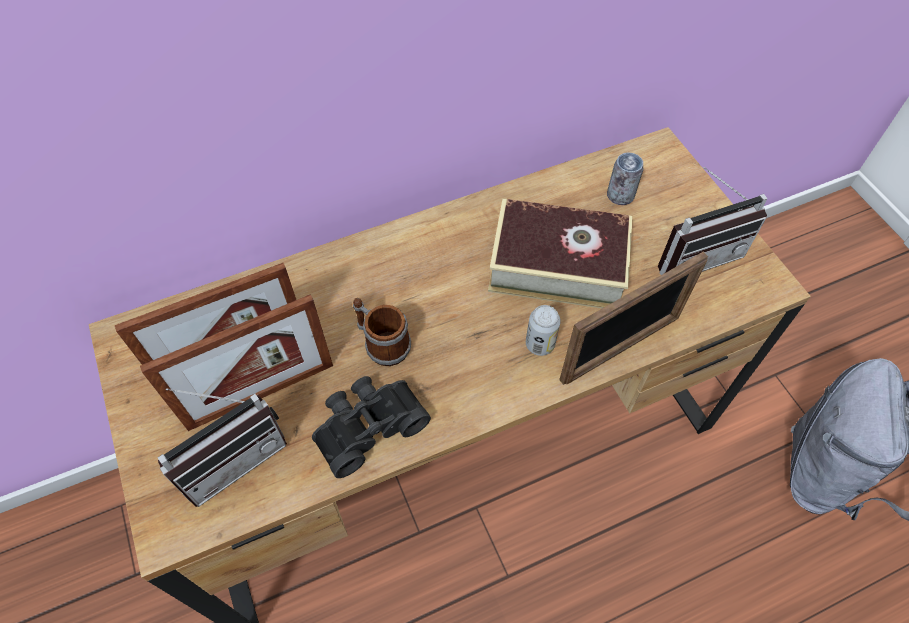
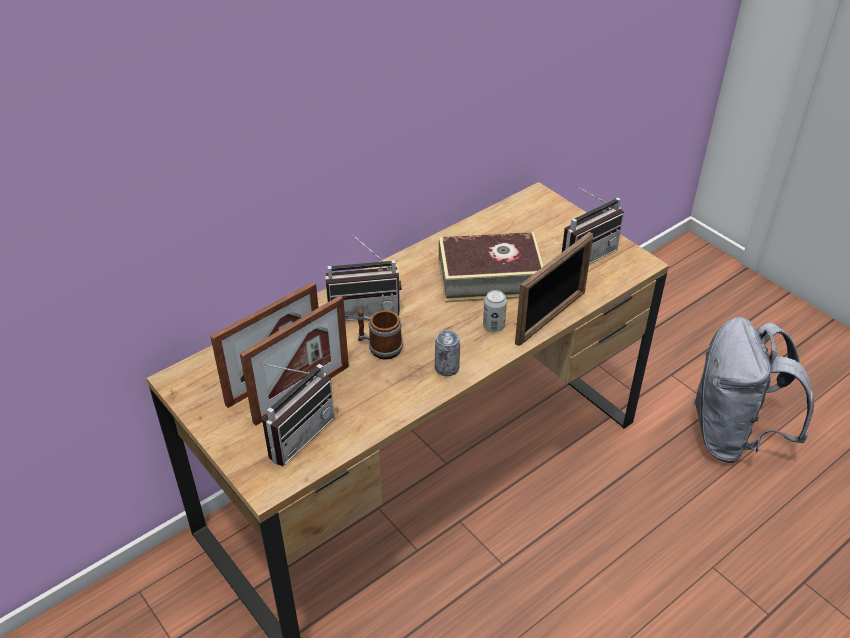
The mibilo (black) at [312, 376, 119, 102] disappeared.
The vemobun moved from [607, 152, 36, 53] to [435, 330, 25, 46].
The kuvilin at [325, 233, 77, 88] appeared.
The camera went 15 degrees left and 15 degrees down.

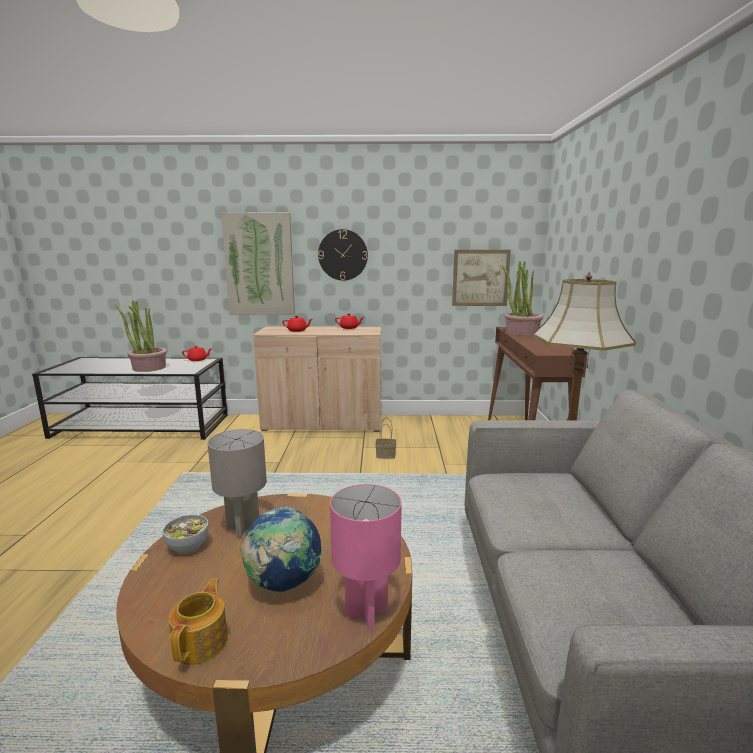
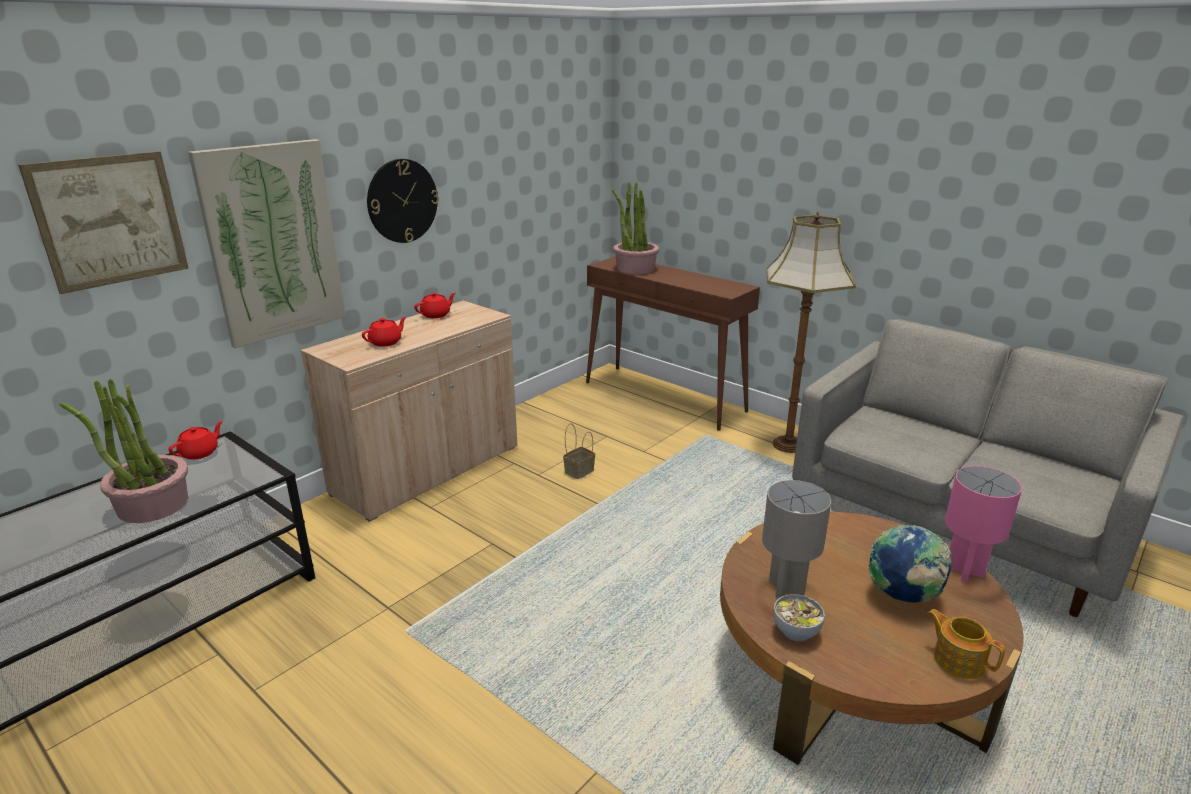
The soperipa moved from [452, 250, 59, 56] to [18, 151, 171, 143].
The camera went 50 degrees left and 10 degrees up.

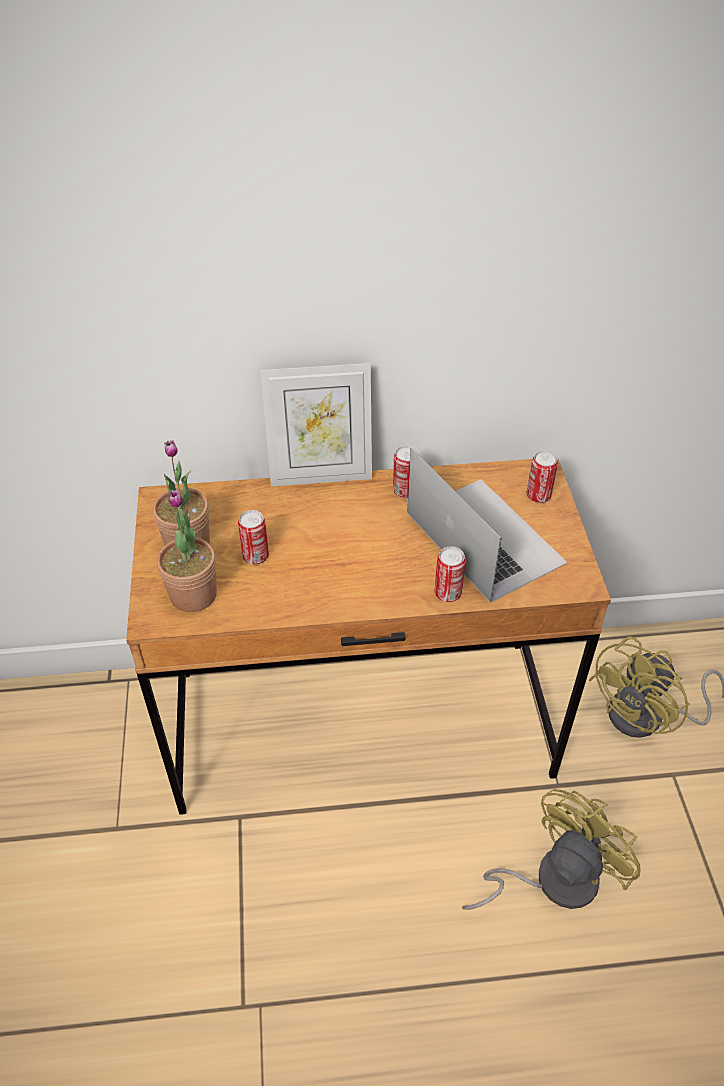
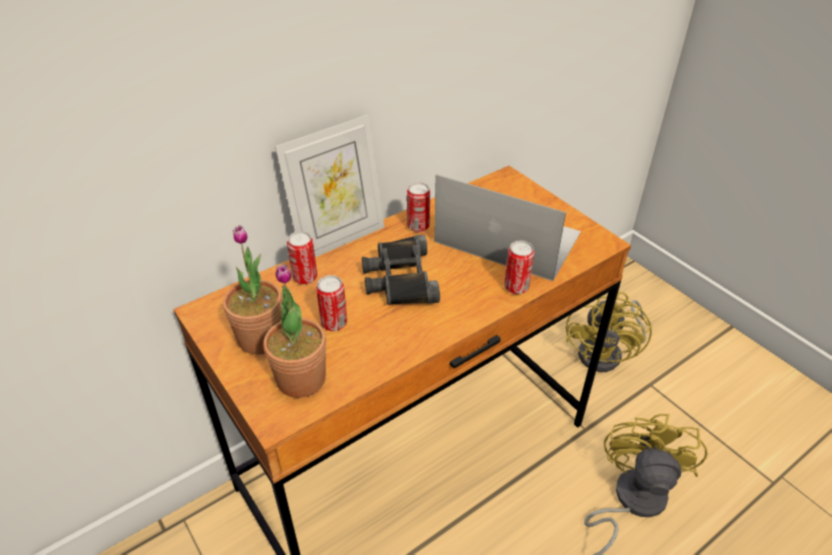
The vemobun moved from [526, 450, 32, 53] to [287, 231, 30, 54].
The mibilo (black) at [362, 235, 78, 70] appeared.
The camera went 30 degrees left and 5 degrees down.

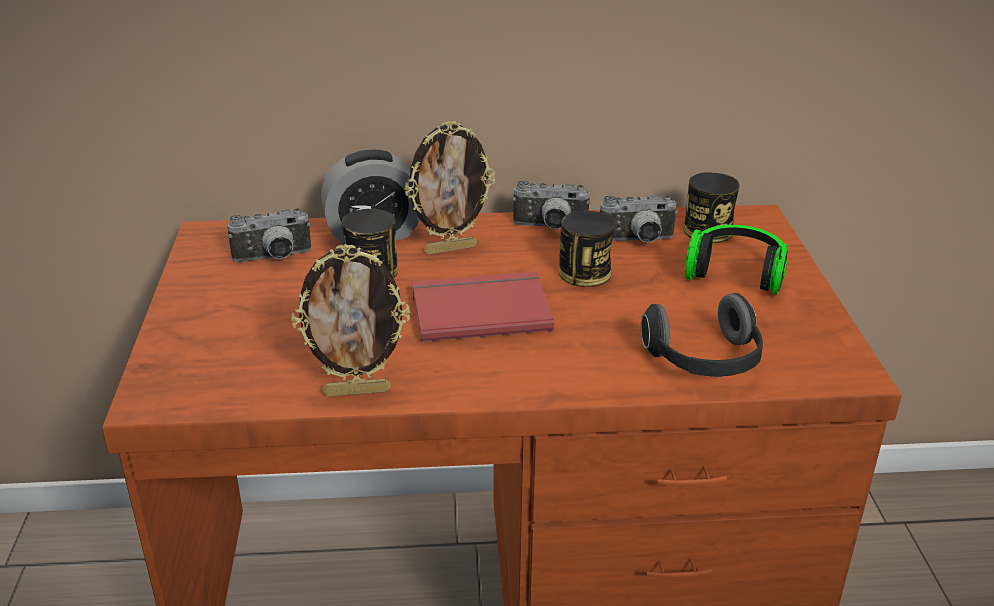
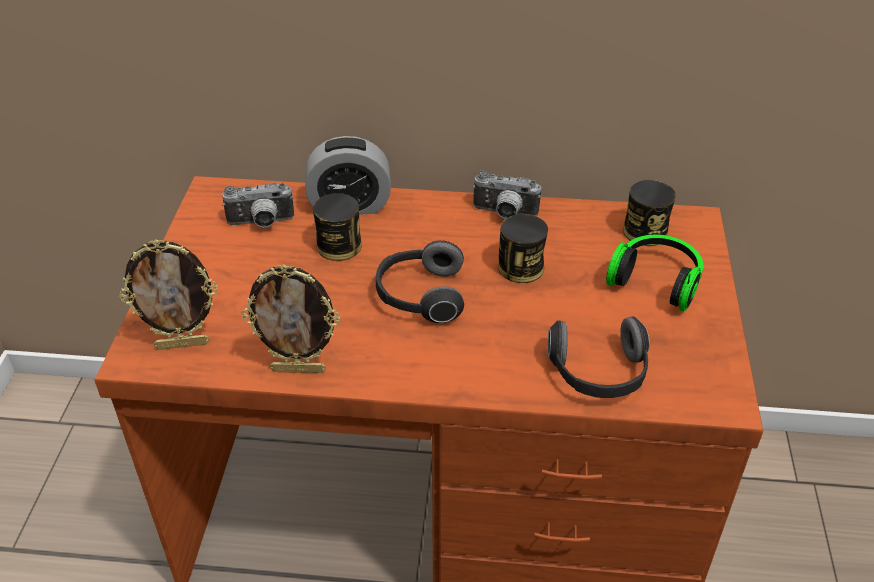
The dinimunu moved from [404, 121, 91, 134] to [119, 239, 99, 111].
The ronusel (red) at [412, 272, 142, 70] was replaced by the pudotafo at [376, 240, 88, 83].
The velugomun at [600, 195, 78, 48] disappeared.
The camera went 10 degrees right and 10 degrees up.

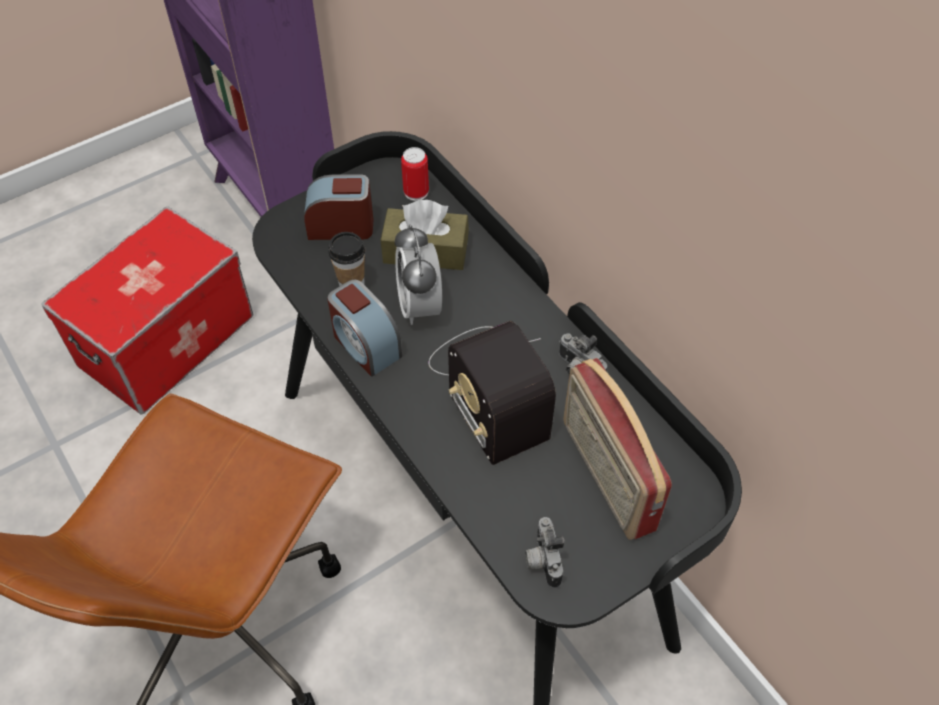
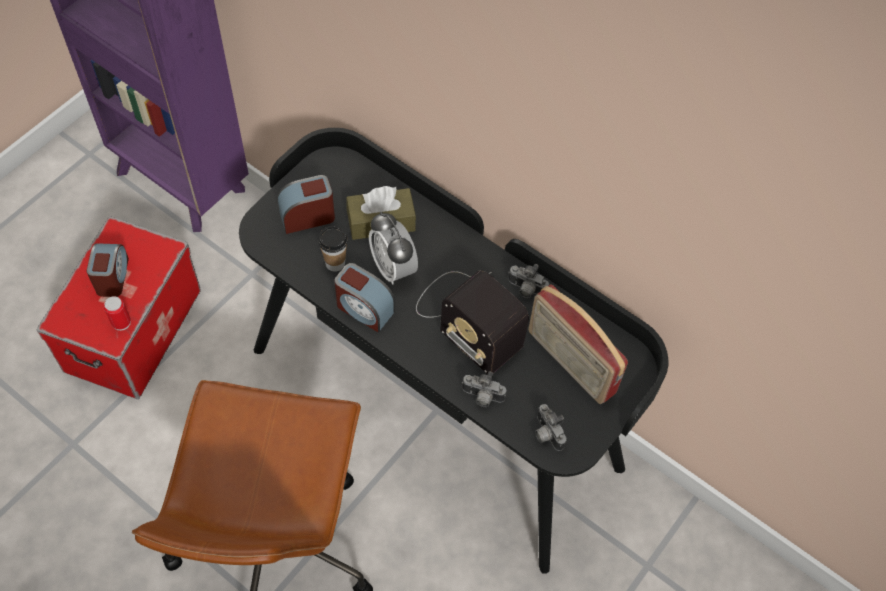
The vemobun moved from [401, 147, 28, 54] to [104, 296, 27, 35].
The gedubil at [87, 243, 42, 54] appeared.
The velugomun at [462, 372, 44, 35] appeared.
The camera went 20 degrees left and 5 degrees up.

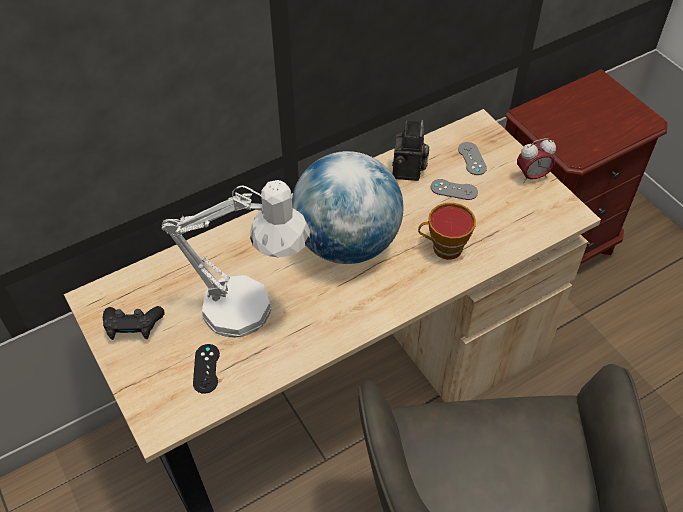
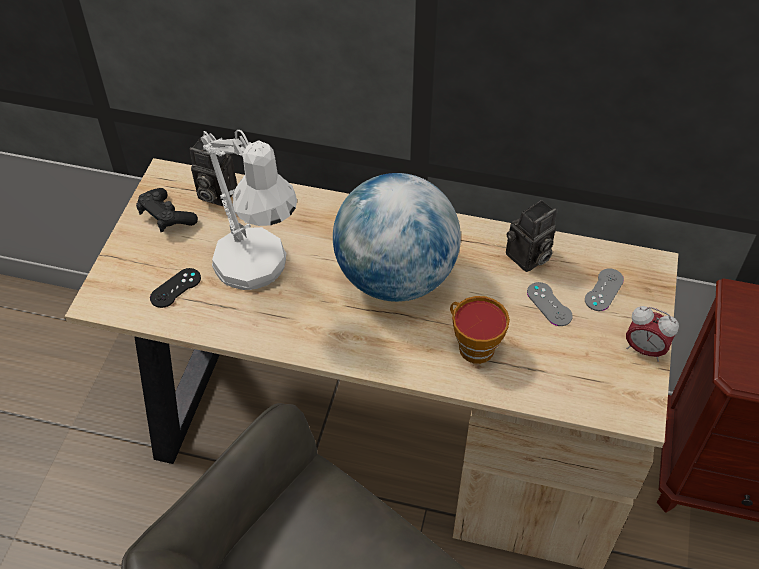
The velugomun at [189, 138, 48, 68] appeared.
The camera went 45 degrees right and 0 degrees up.

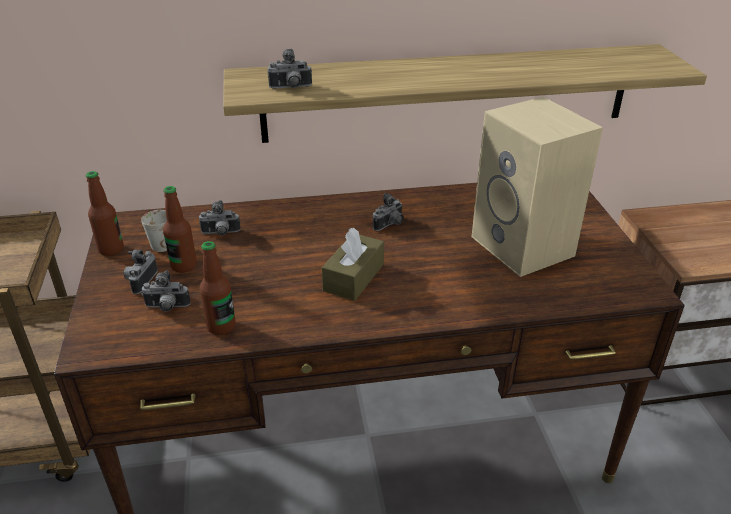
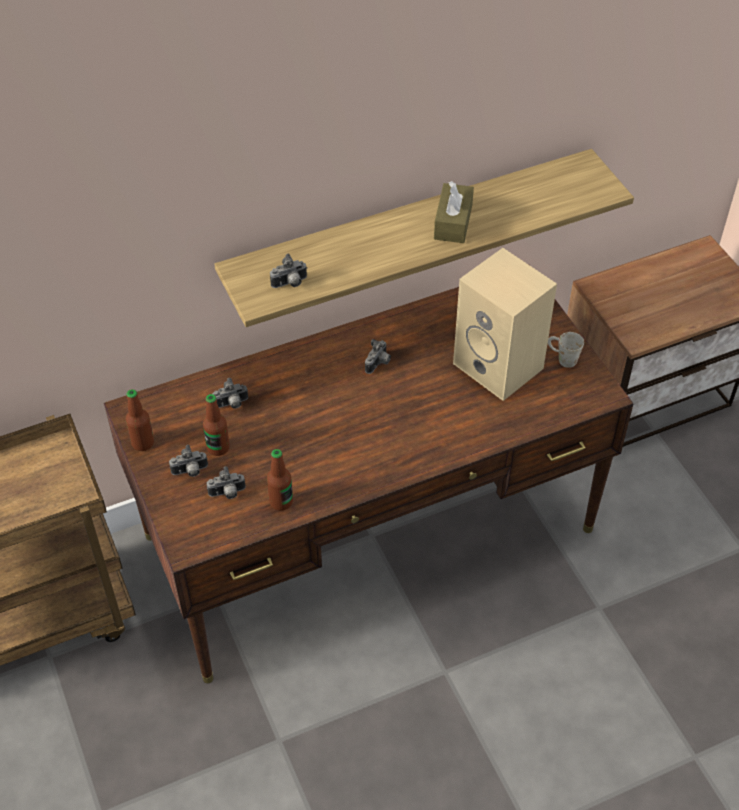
The velugomun at [124, 250, 34, 44] turned 105 degrees counterclockwise.
The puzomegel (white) moved from [141, 210, 26, 42] to [548, 332, 36, 36].
The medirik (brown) moved from [322, 228, 62, 73] to [434, 181, 40, 62].
The camera went 15 degrees left and 15 degrees up.

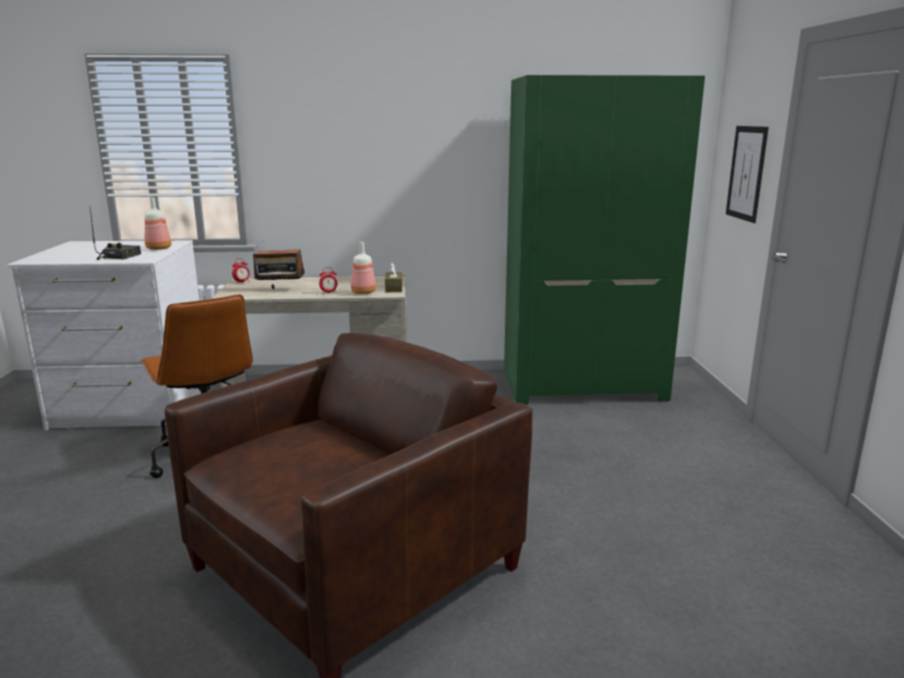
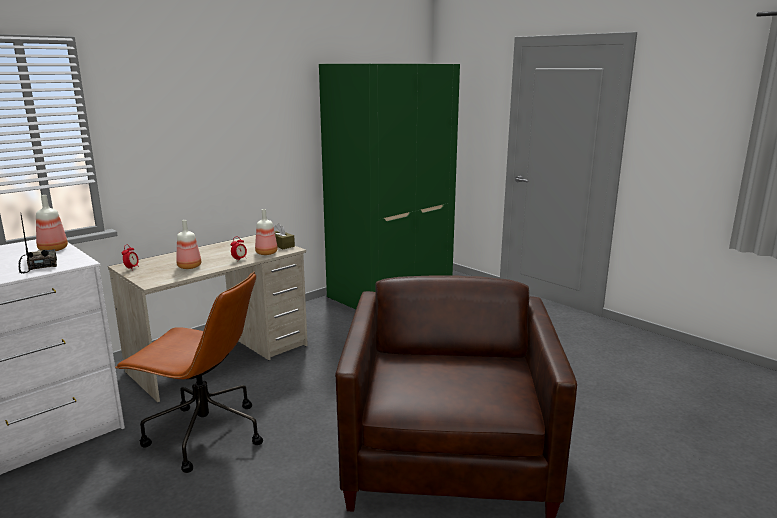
The kuvilin at [253, 241, 52, 48] was replaced by the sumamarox at [176, 220, 25, 49].
The soperipa at [726, 126, 43, 97] disappeared.
The camera went 40 degrees left and 0 degrees up.

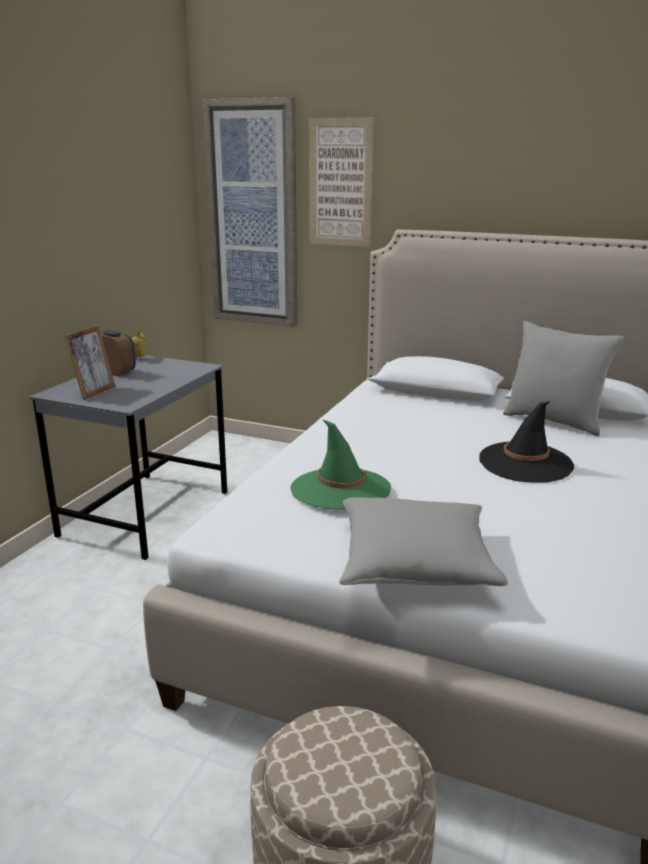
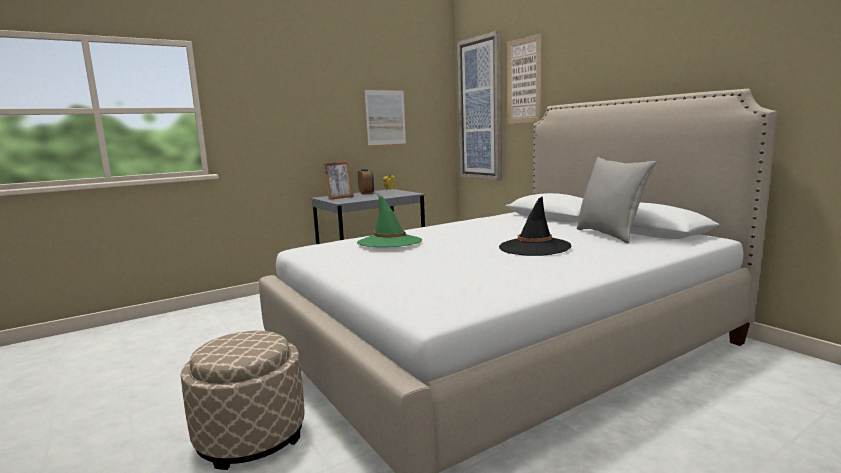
The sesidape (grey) at [339, 497, 169, 89] disappeared.
The soperipa at [364, 89, 42, 58] appeared.
The camera went 35 degrees right and 10 degrees down.

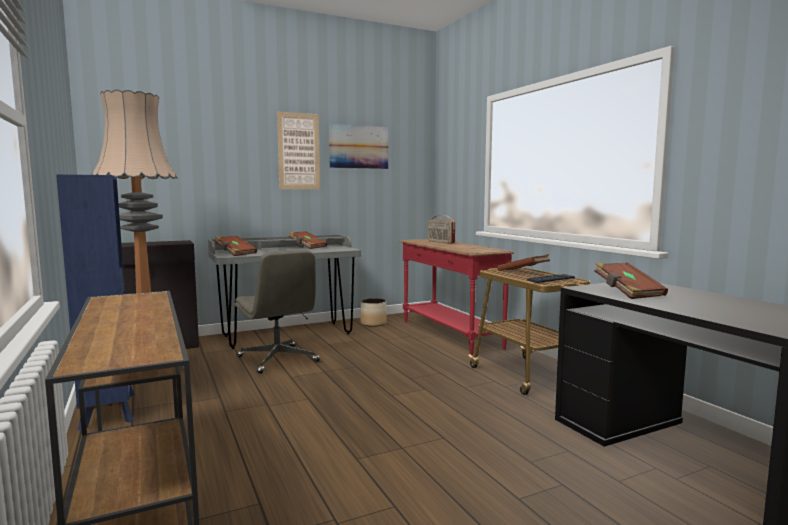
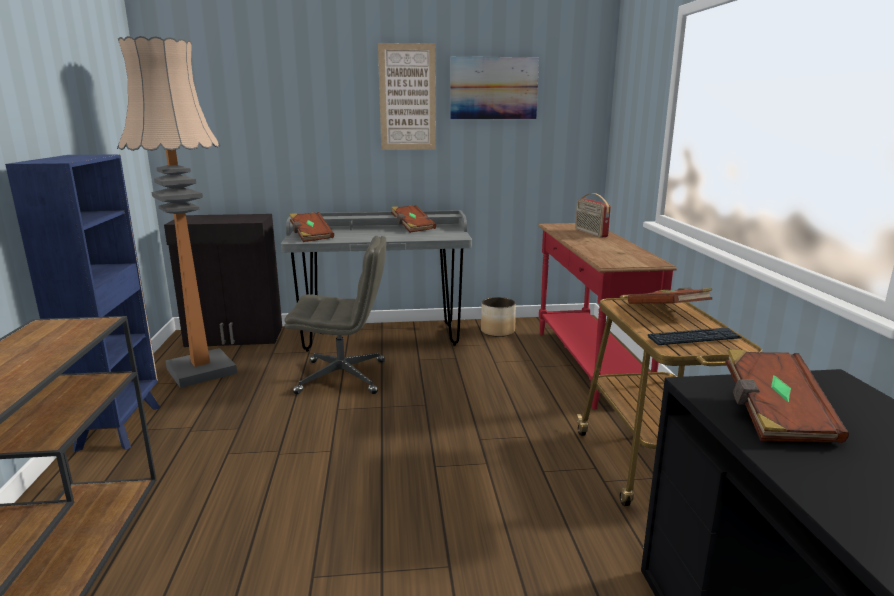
The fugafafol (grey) at [235, 250, 85, 124] turned 75 degrees counterclockwise.
The camera went 20 degrees right and 10 degrees up.

